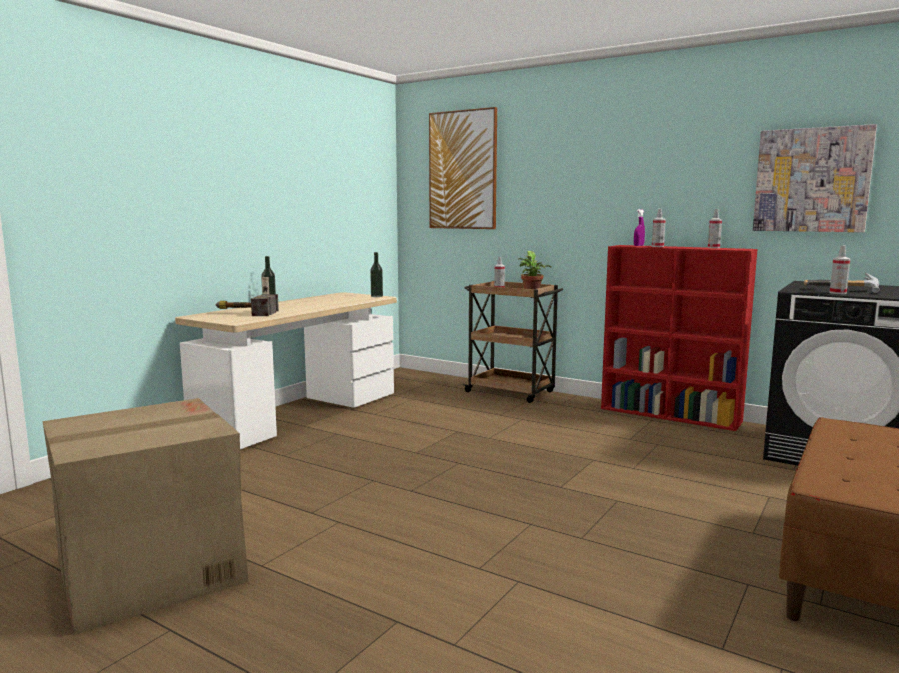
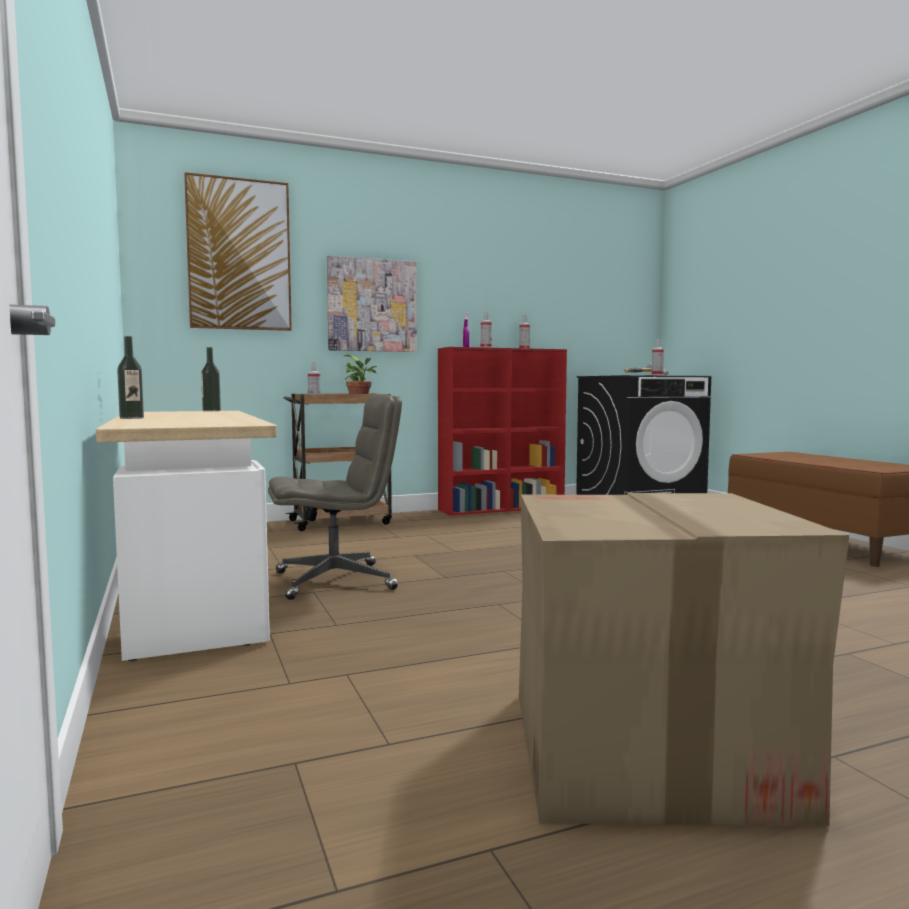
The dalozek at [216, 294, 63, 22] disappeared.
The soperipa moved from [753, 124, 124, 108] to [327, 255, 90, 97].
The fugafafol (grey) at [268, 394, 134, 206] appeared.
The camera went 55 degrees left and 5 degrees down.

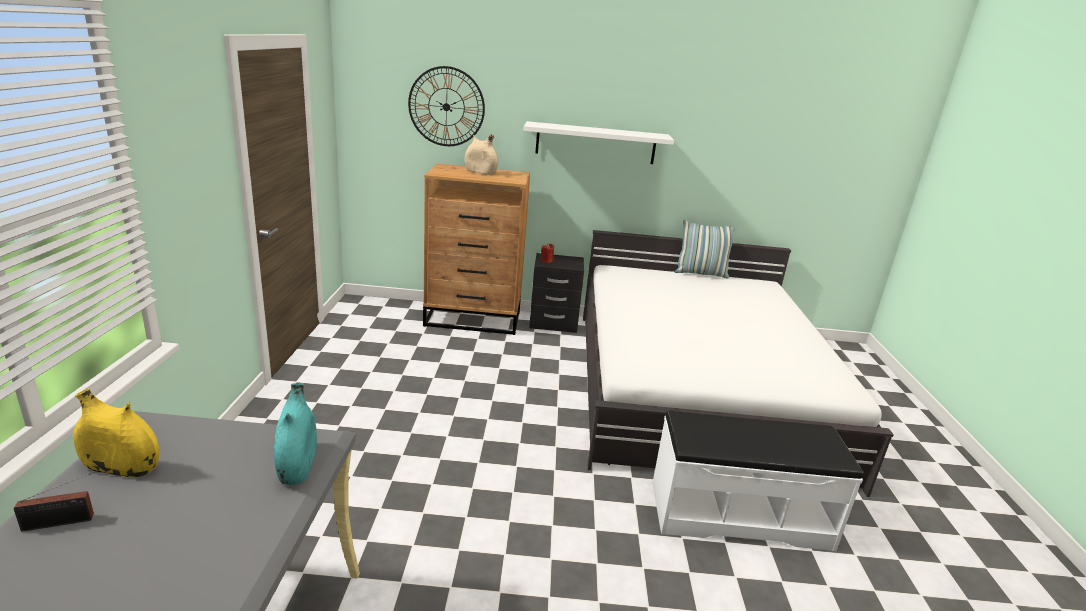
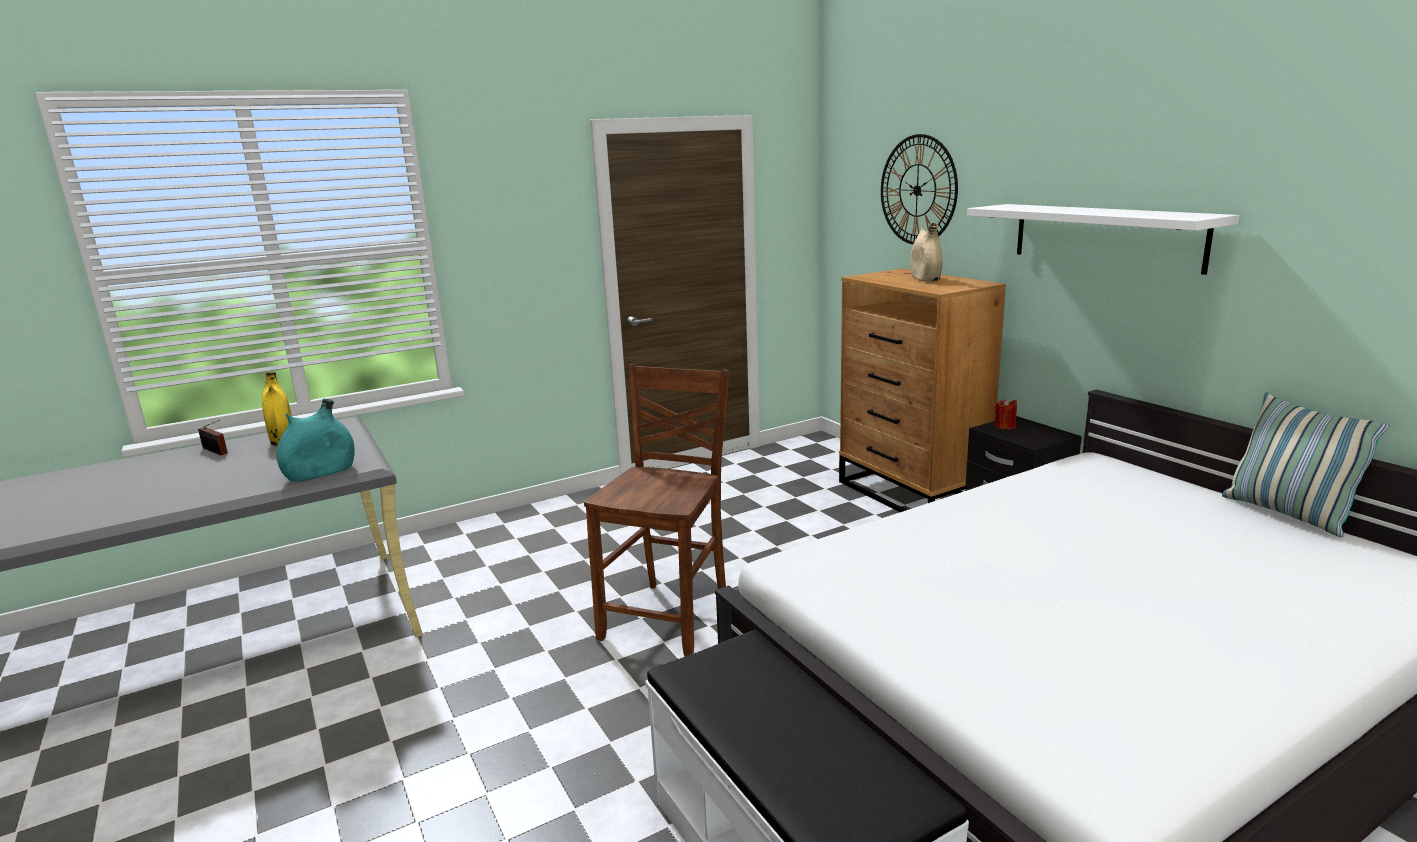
The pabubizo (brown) at [584, 364, 146, 293] appeared.
The camera went 60 degrees right and 5 degrees down.

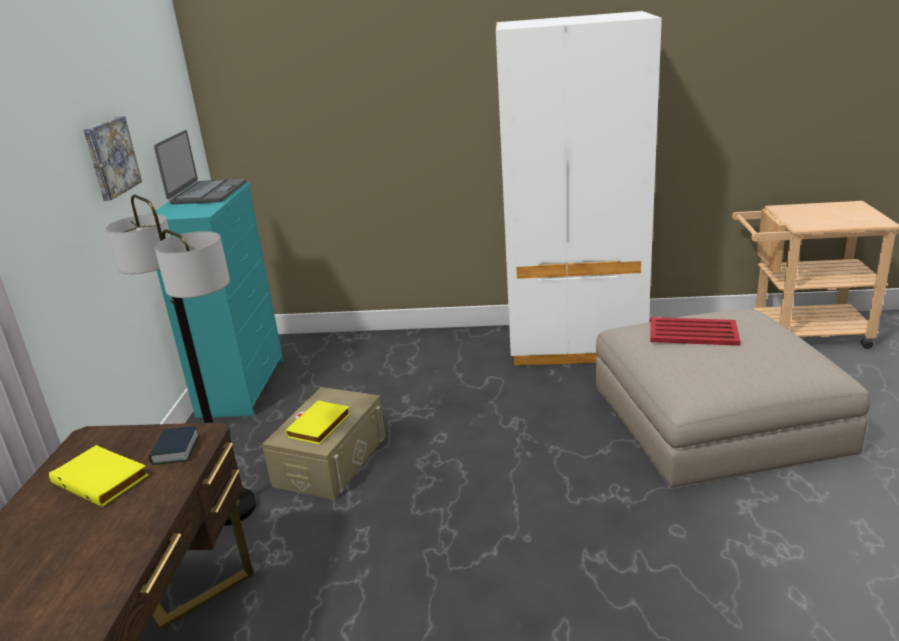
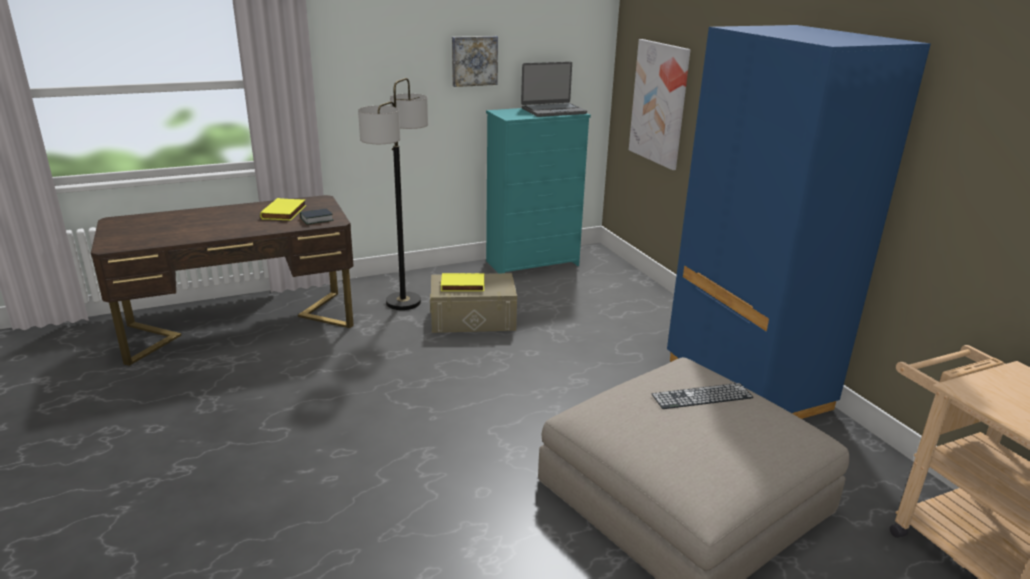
The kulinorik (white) at [496, 11, 166, 355] became the kulinorik (blue) at [667, 25, 264, 394].
The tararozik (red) at [650, 317, 90, 29] was replaced by the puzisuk at [652, 383, 101, 26].
The soperipa at [629, 39, 62, 131] appeared.
The camera went 60 degrees right and 0 degrees up.

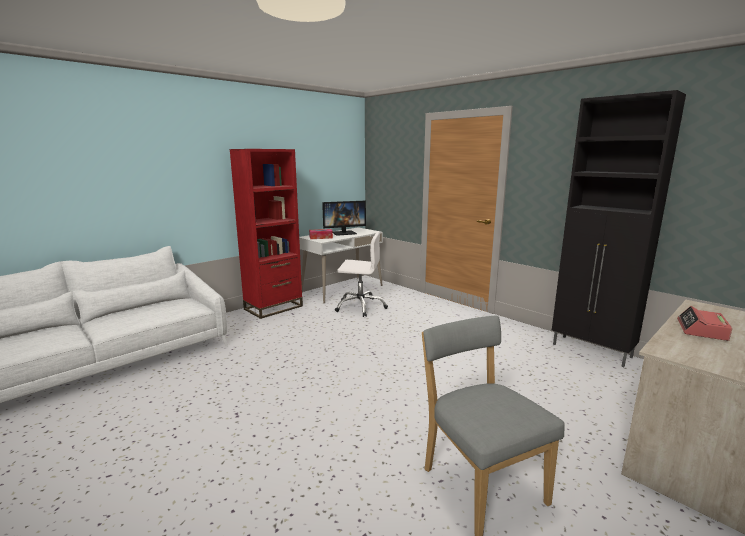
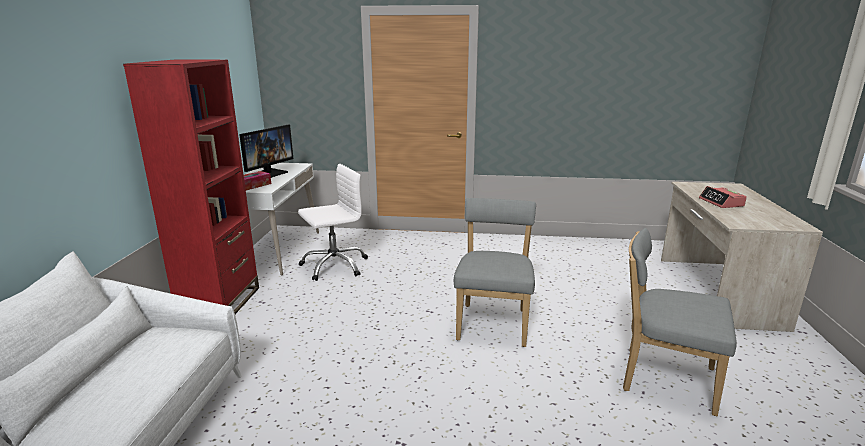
The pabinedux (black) at [552, 90, 134, 277] disappeared.
The pabubizo (grey) at [454, 198, 82, 149] appeared.
The camera went 40 degrees left and 5 degrees up.

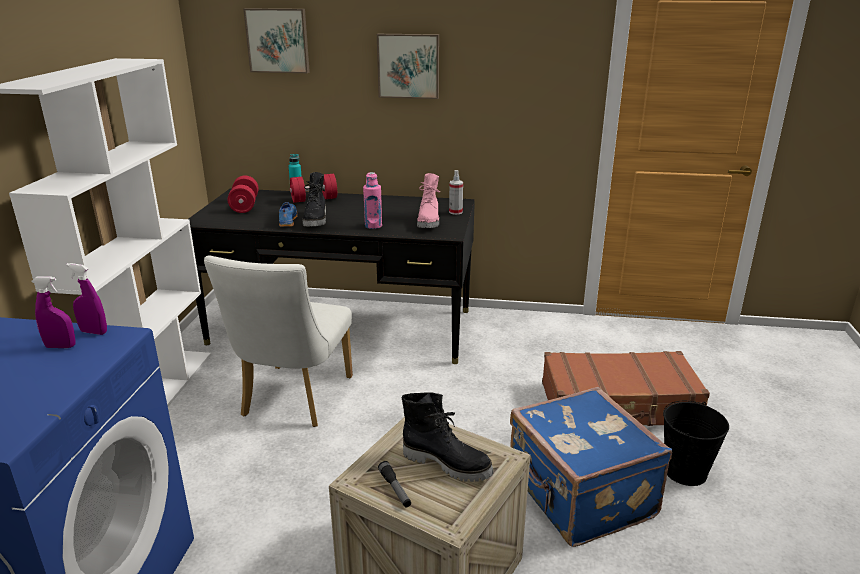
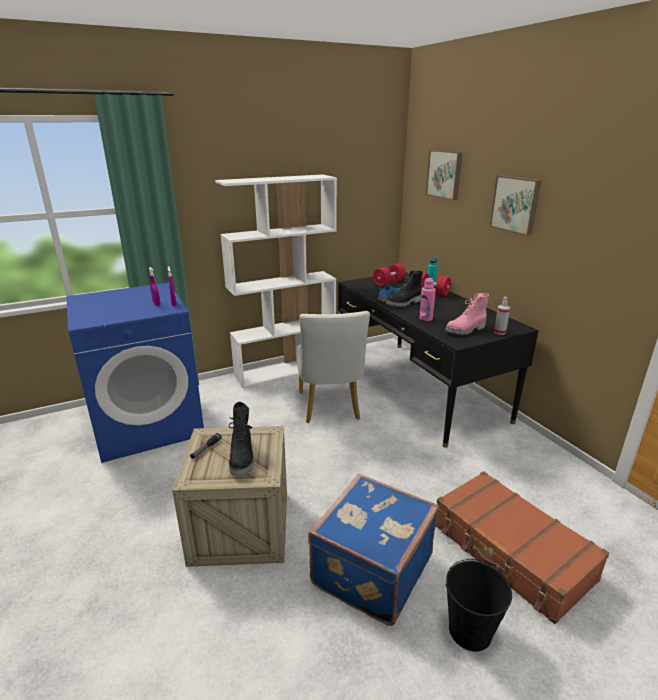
The pabubizo (white) at [204, 256, 149, 171] turned 75 degrees counterclockwise.
The camera went 55 degrees right and 0 degrees up.

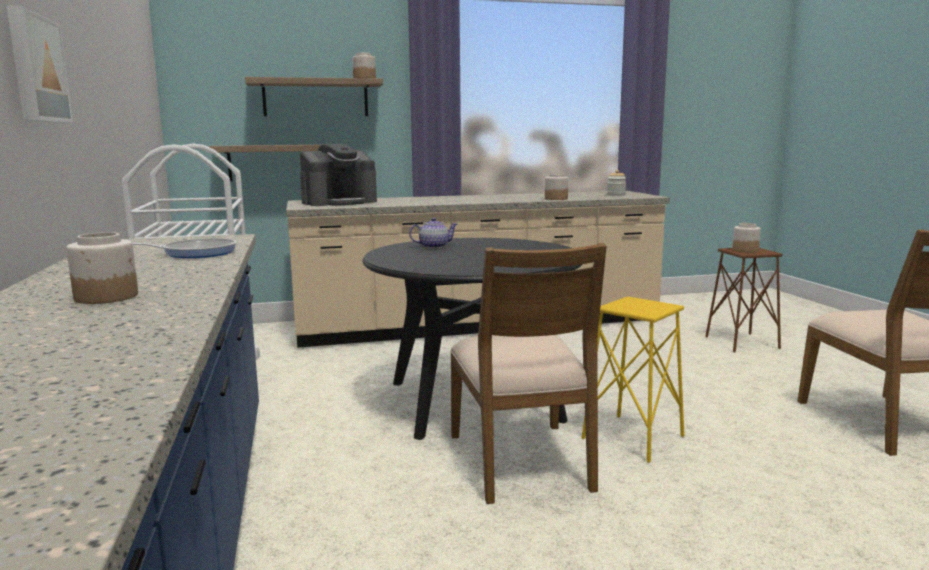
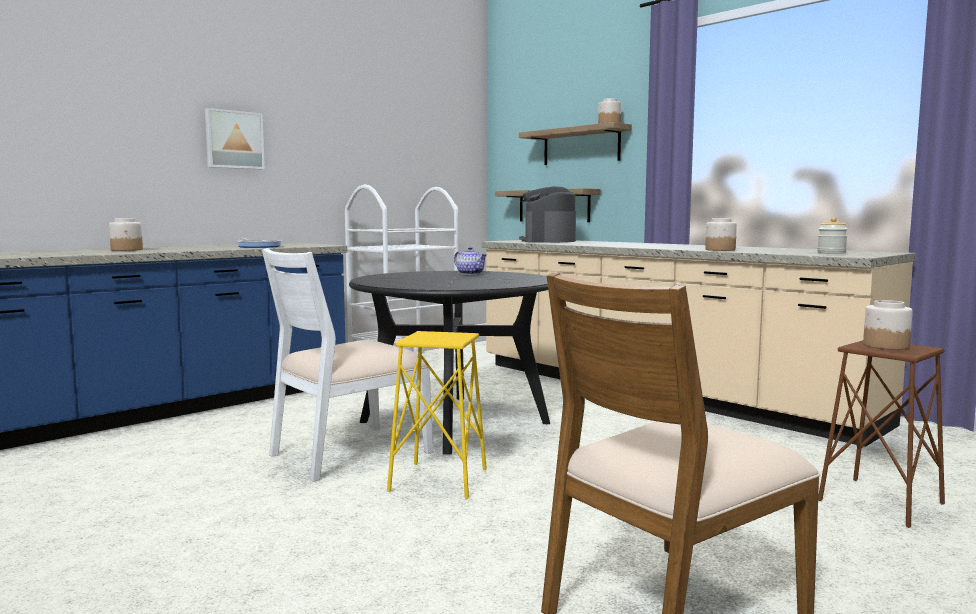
The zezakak at [300, 144, 77, 62] turned 75 degrees clockwise.
The pabubizo (brown) at [450, 243, 157, 261] became the pabubizo (white) at [262, 248, 172, 234].
The camera went 60 degrees right and 5 degrees down.

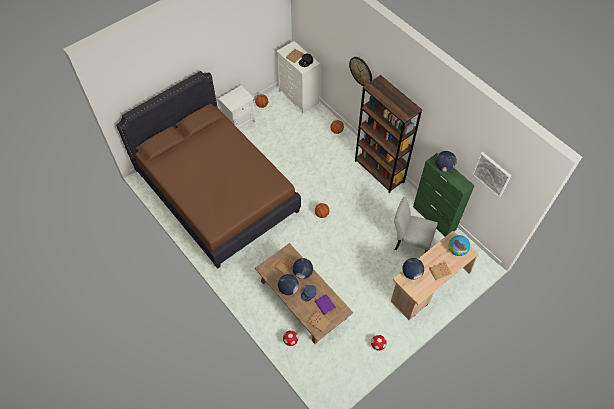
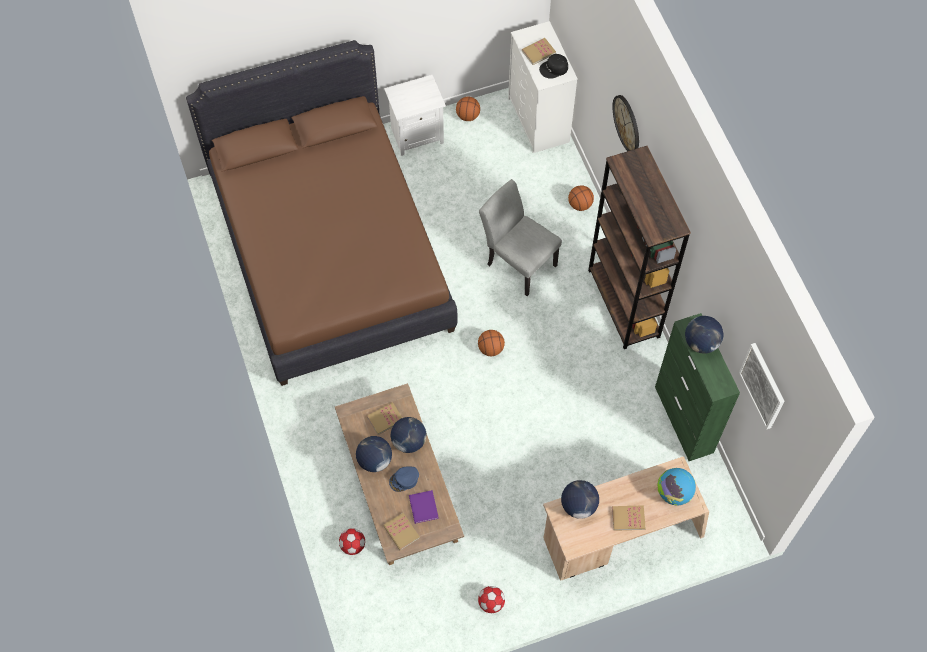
The pabubizo (grey) moved from [394, 197, 44, 56] to [479, 179, 83, 117].
The camera went 20 degrees right and 5 degrees up.

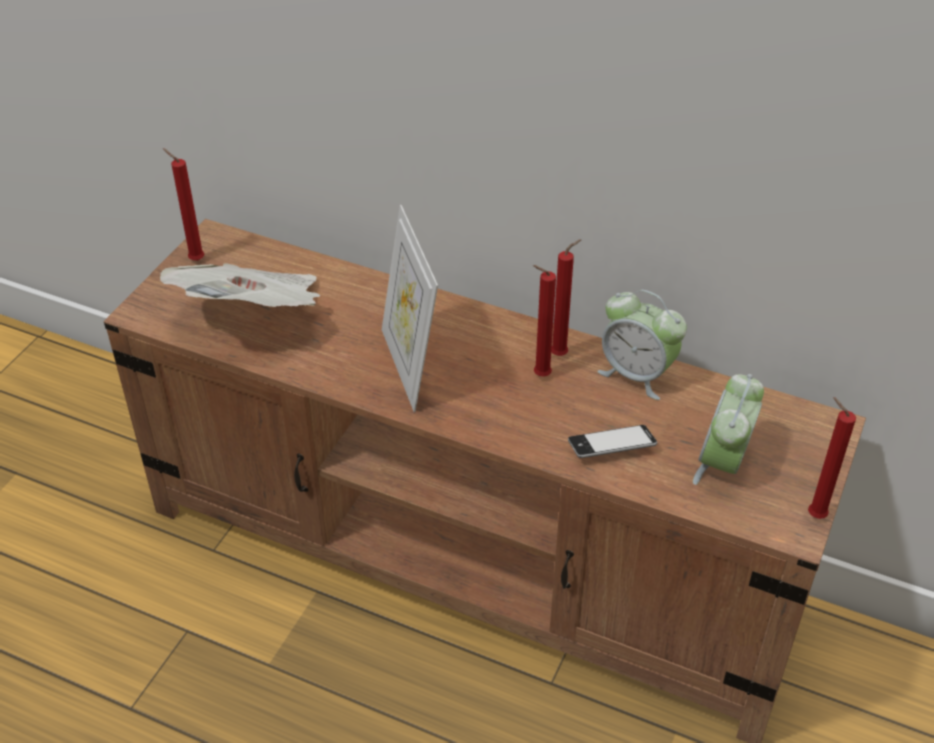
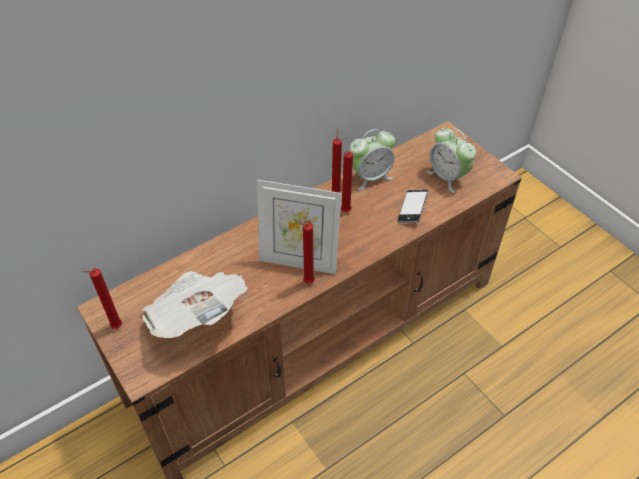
The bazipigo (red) moved from [808, 397, 48, 122] to [298, 222, 17, 61].
The camera went 60 degrees left and 5 degrees up.

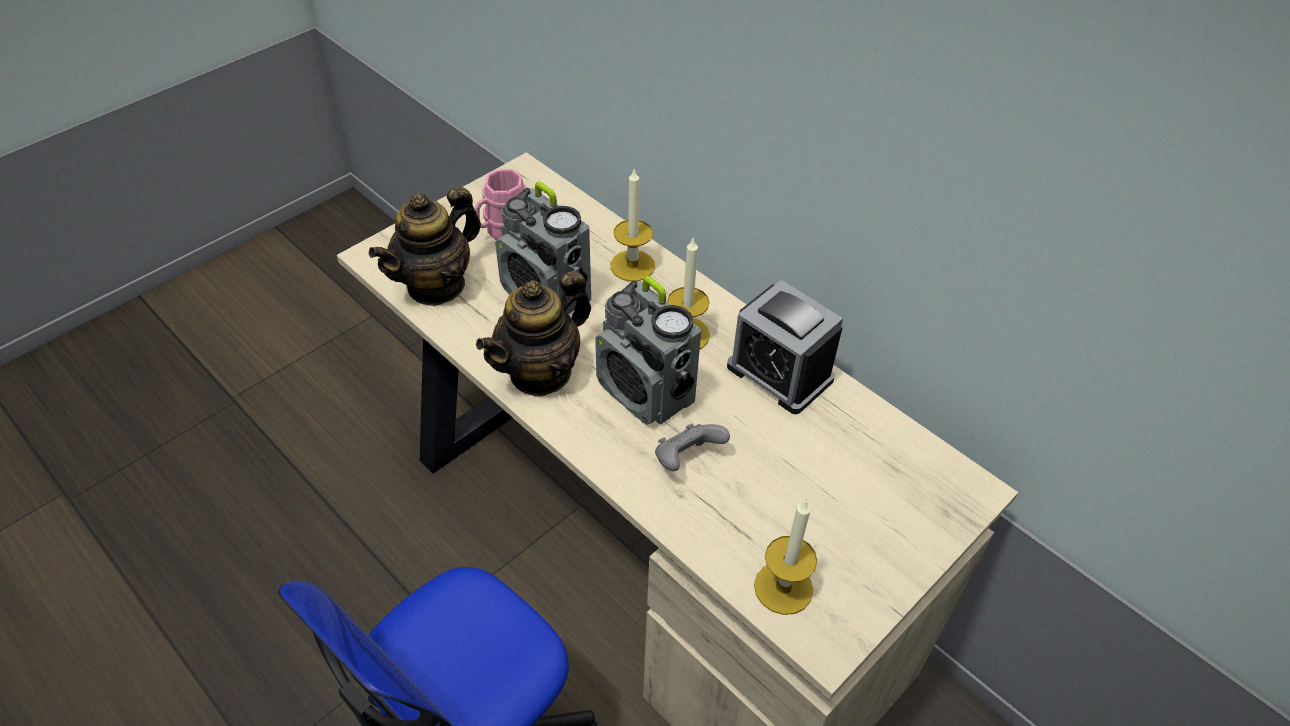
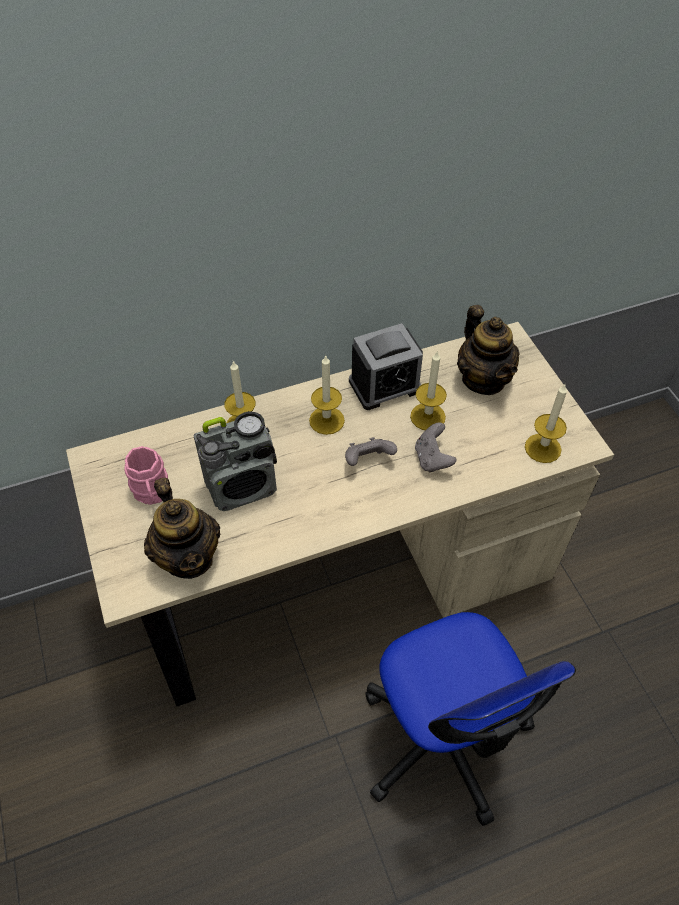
The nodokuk moved from [476, 270, 115, 127] to [457, 305, 63, 90].
The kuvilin at [595, 276, 106, 149] was replaced by the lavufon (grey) at [345, 437, 52, 29].
The bazipigo at [410, 352, 37, 78] appeared.
The camera went 65 degrees left and 5 degrees up.

